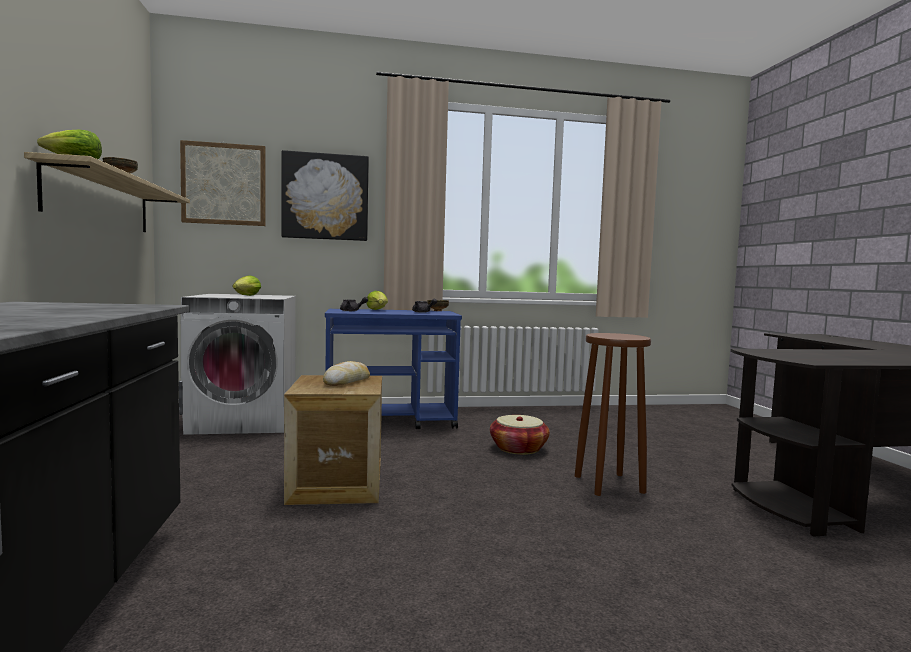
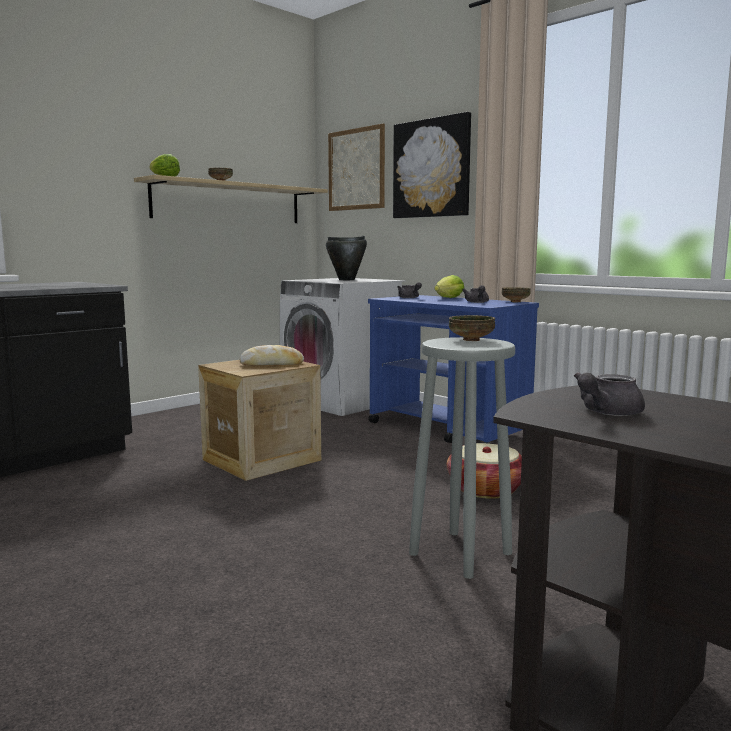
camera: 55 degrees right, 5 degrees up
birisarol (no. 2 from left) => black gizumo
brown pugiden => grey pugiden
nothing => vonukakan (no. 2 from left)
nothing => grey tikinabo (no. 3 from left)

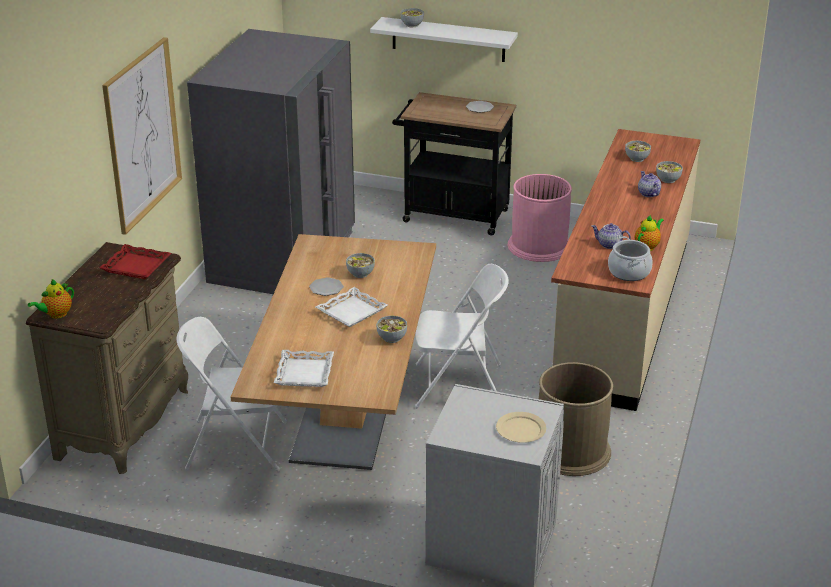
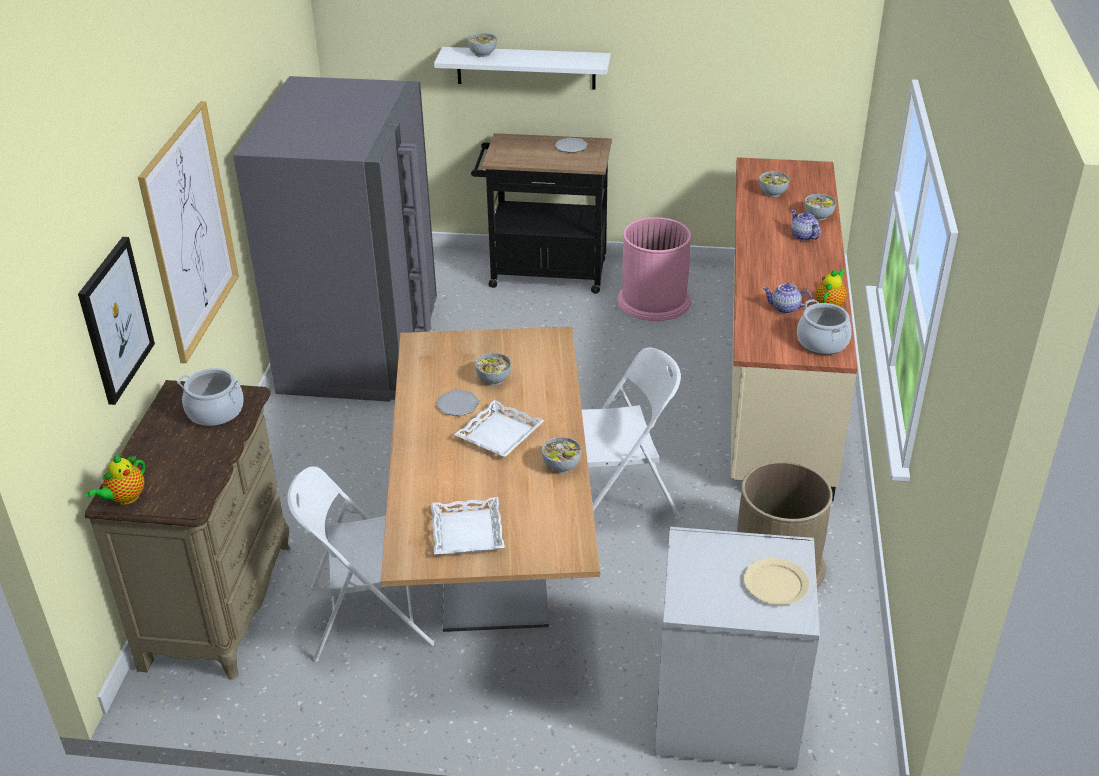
camera: 10 degrees left, 5 degrees up
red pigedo => gizumo (no. 1 from left)
nothing => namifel (no. 1 from left)

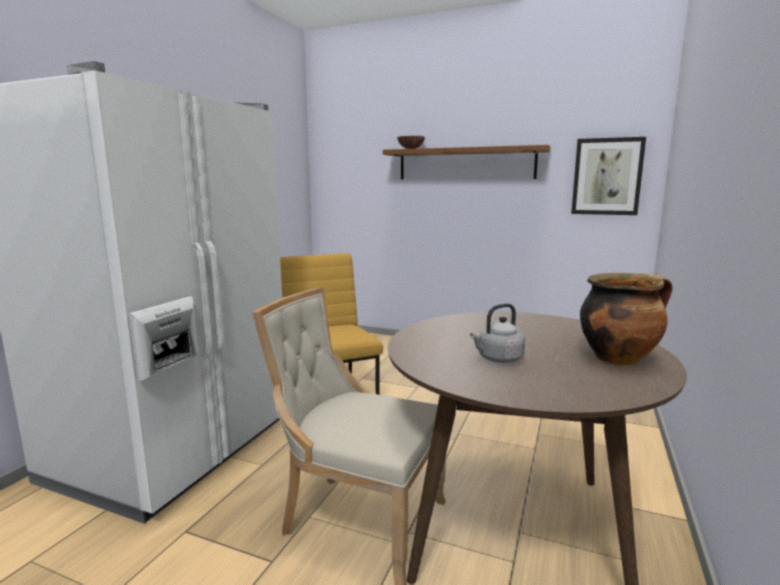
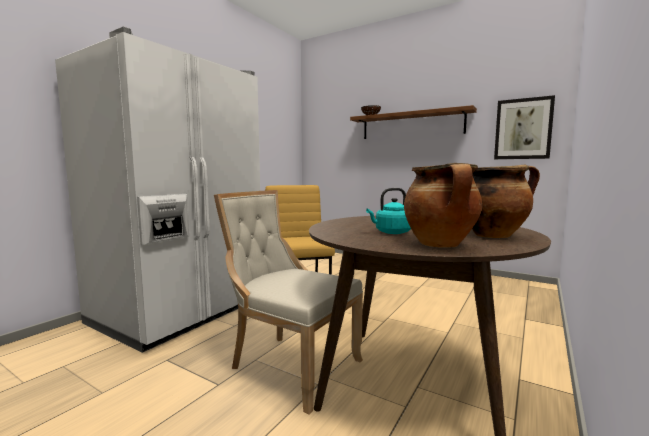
camera: 10 degrees right, 5 degrees down
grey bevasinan => turquoise bevasinan
nothing => gizumo (no. 1 from left)

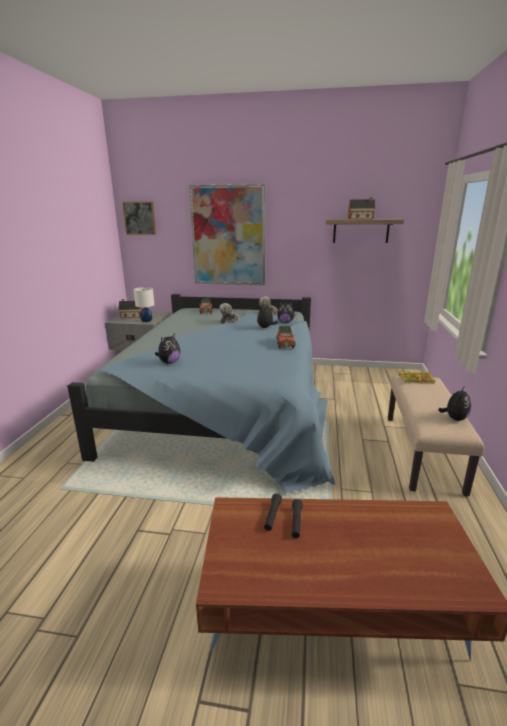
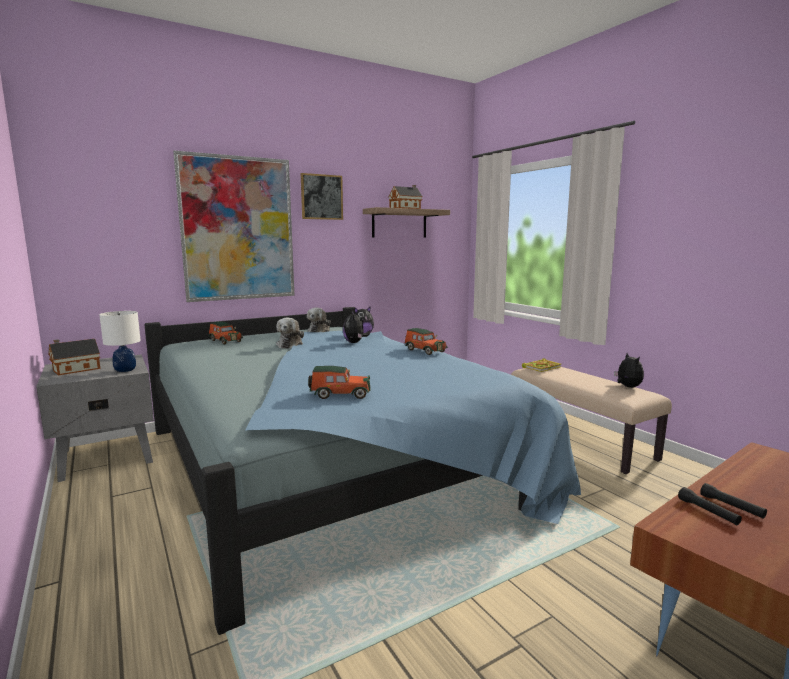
camera: 40 degrees left, 10 degrees down
namifel (no. 1 from left in the first image) => namifel (no. 2 from left), shifted
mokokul (no. 1 from left) => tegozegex (no. 2 from left)

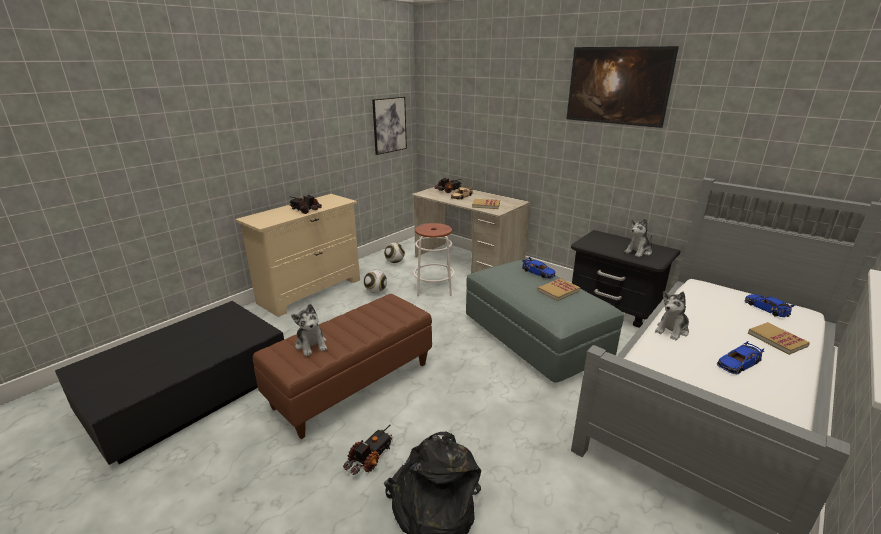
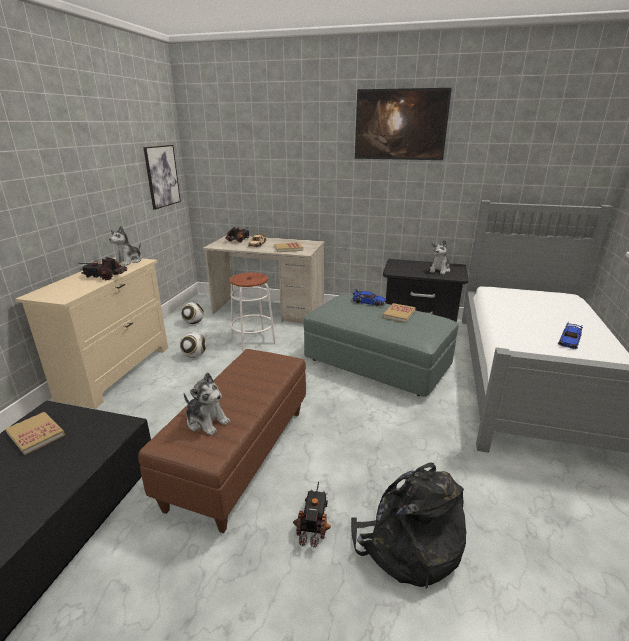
camera: 25 degrees left, 0 degrees up
mokokul (no. 3 from left in the first image) => mokokul (no. 1 from left), shifted
blue tegozegex (no. 3 from left) => nothing
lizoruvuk (no. 3 from left in the first image) => lizoruvuk (no. 1 from left), shifted

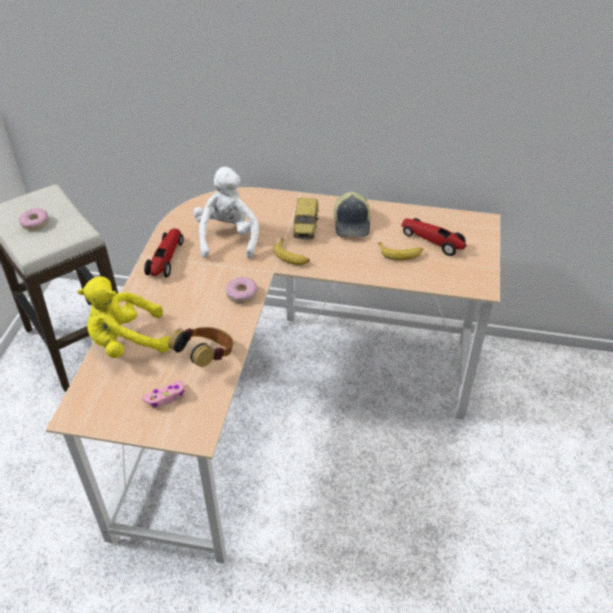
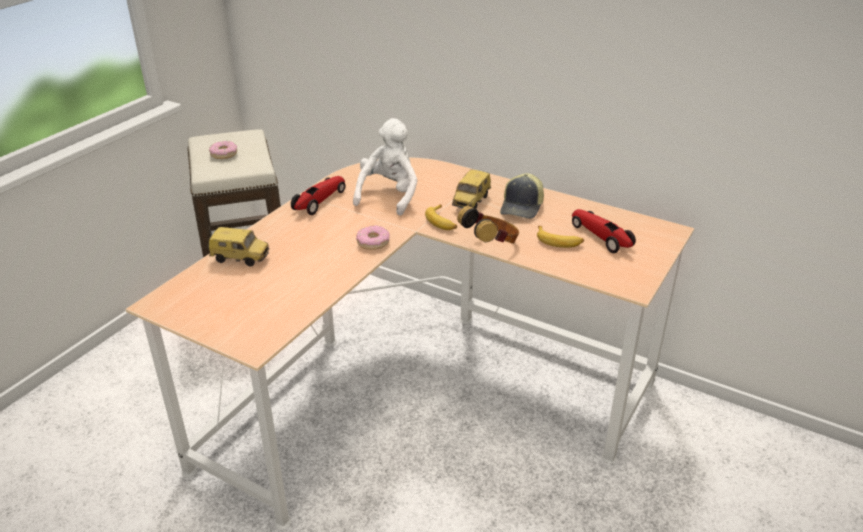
camera: 20 degrees right, 10 degrees down
yellow mokokul => tegozegex (no. 1 from left)
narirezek, shifted
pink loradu => nothing

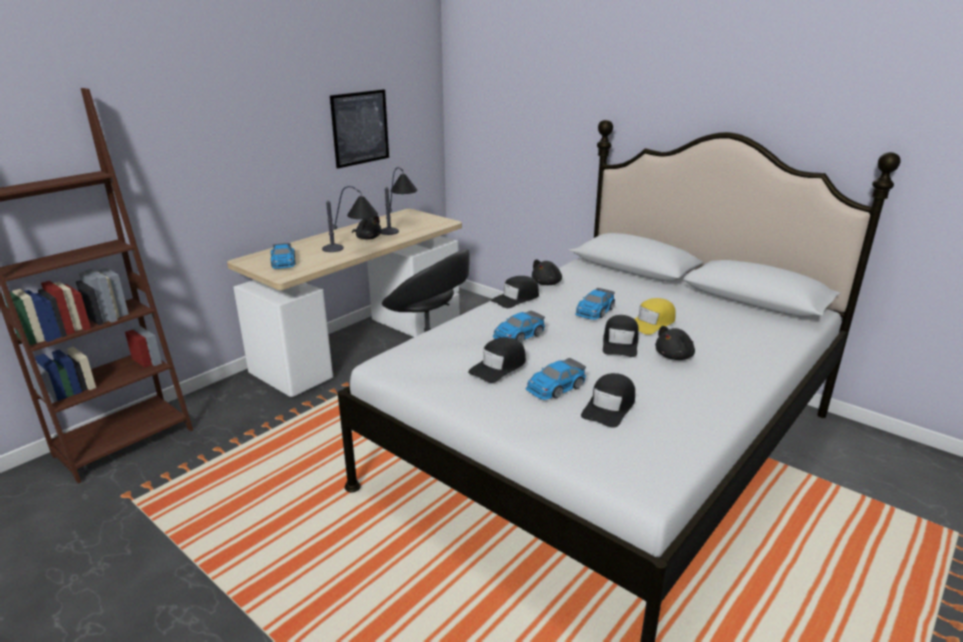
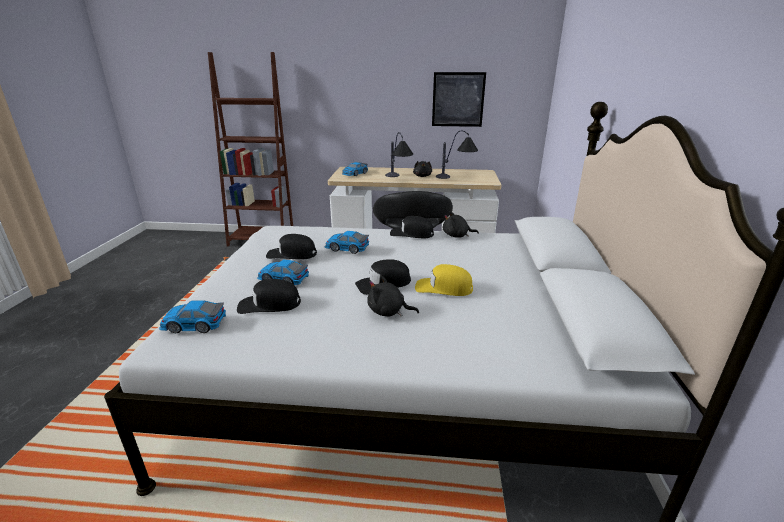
camera: 55 degrees right, 0 degrees up
tegozegex (no. 4 from left in the first image) => tegozegex (no. 1 from left), shifted

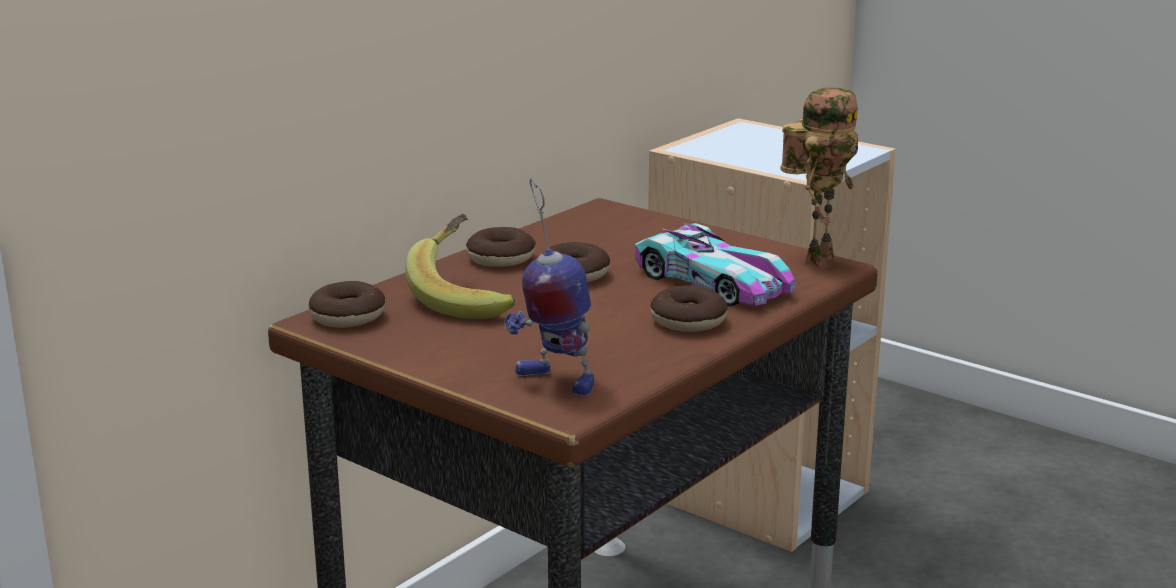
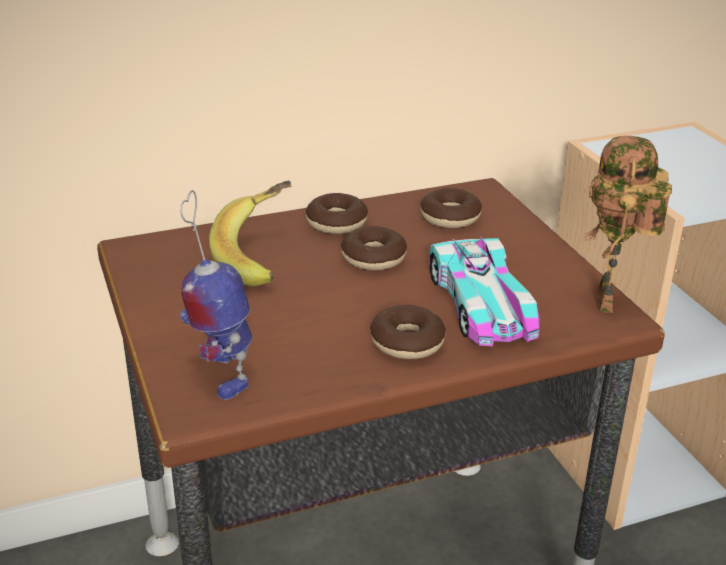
camera: 30 degrees right, 10 degrees up
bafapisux (no. 2 from left), 120 degrees clockwise
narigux (no. 1 from left in the first image) => narigux (no. 4 from left), shifted

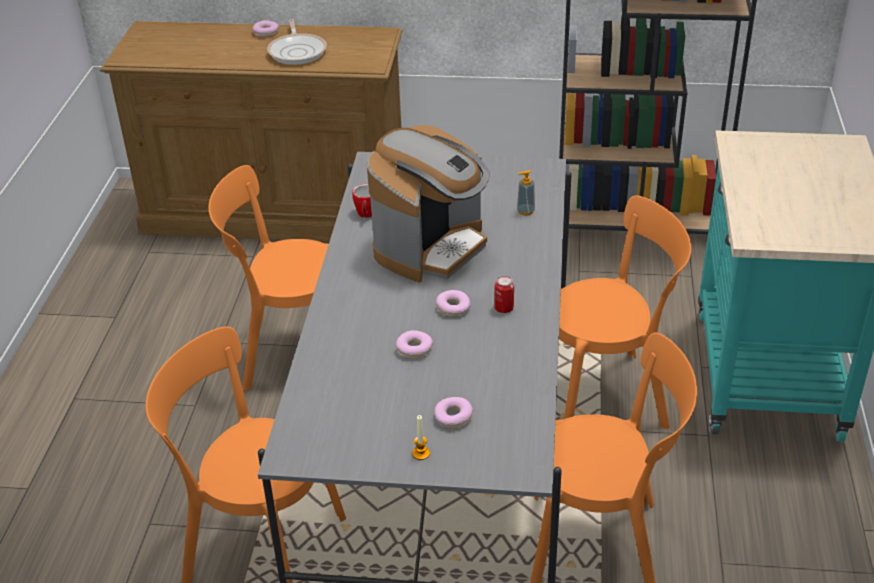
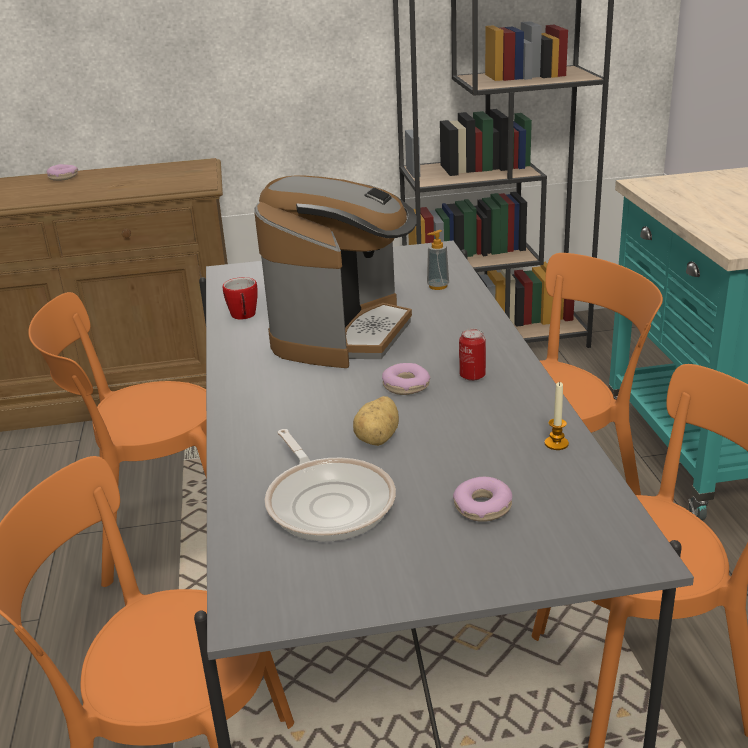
camera: 15 degrees left, 10 degrees down
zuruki, shifted
narigux (no. 2 from left) => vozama
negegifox, shifted

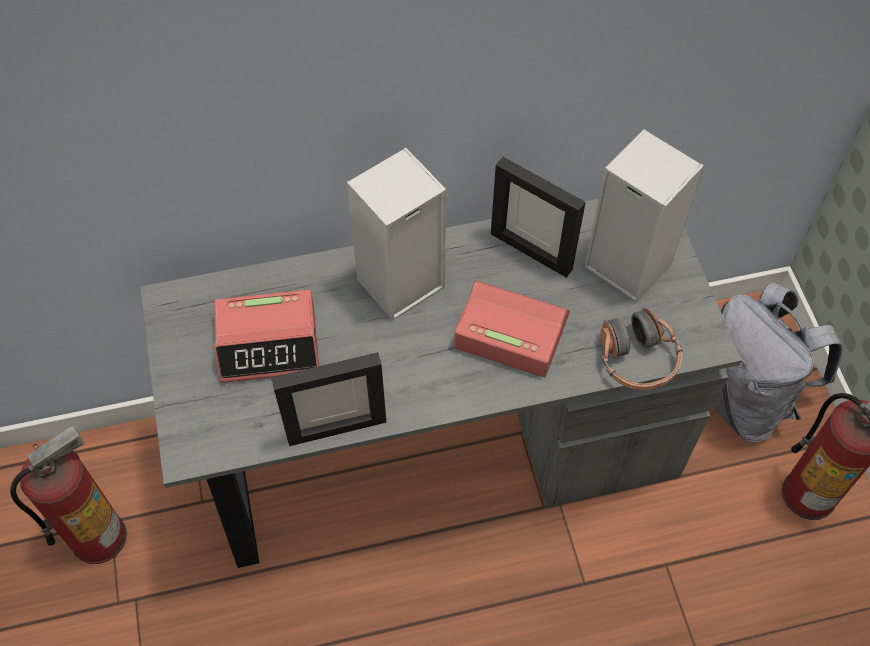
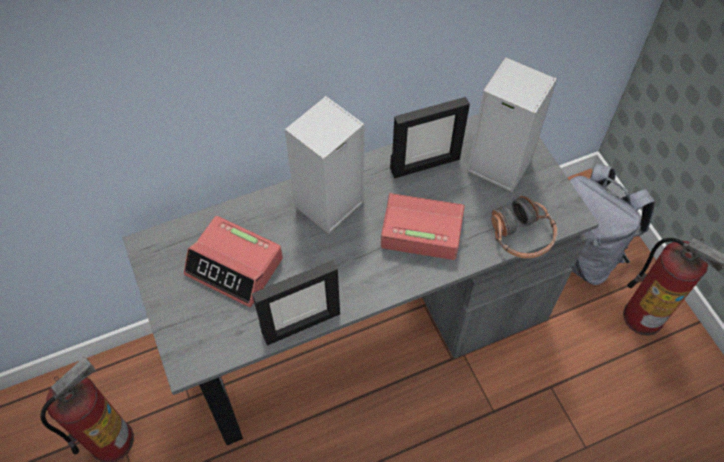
camera: 10 degrees left, 0 degrees up
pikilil (no. 2 from left), 45 degrees counterclockwise
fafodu (no. 1 from left), 45 degrees clockwise

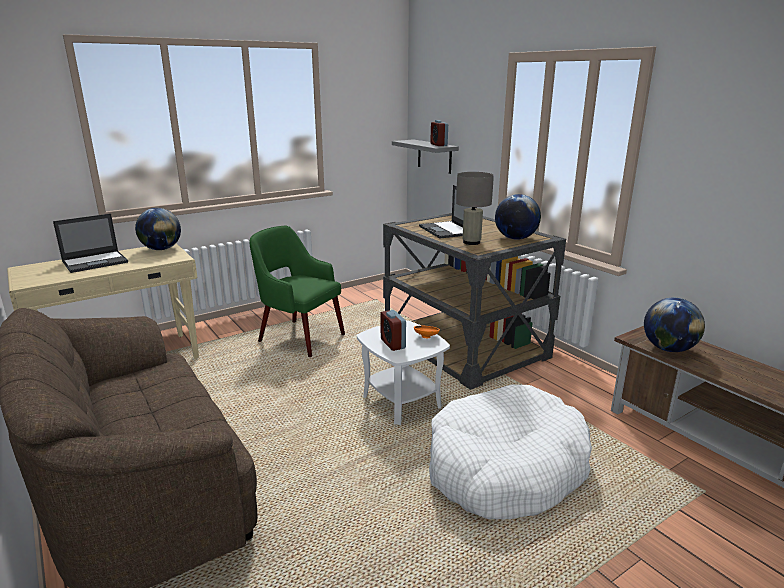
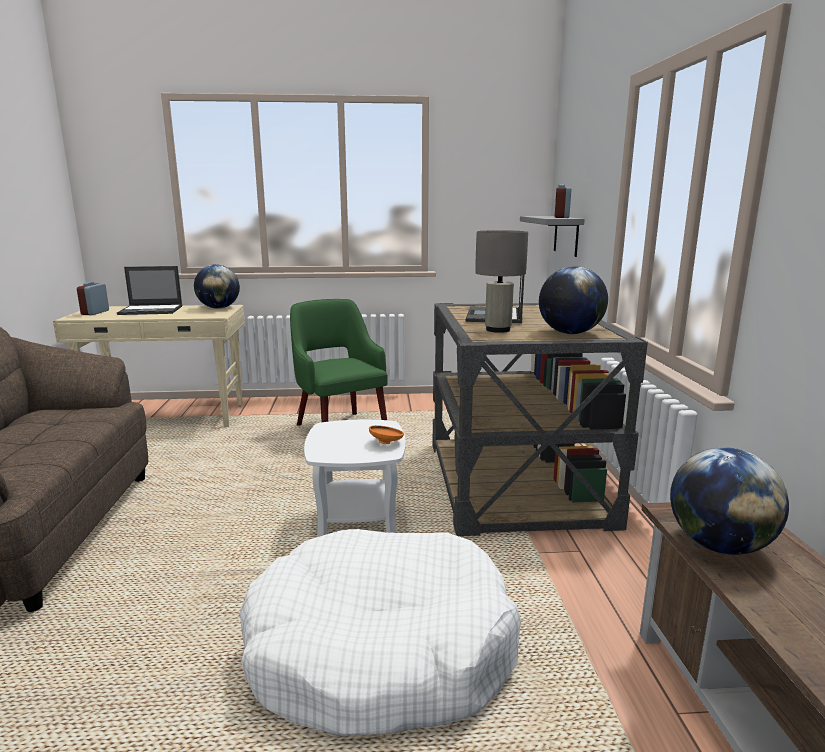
camera: 30 degrees right, 5 degrees down
fafodu (no. 1 from left), shifted

